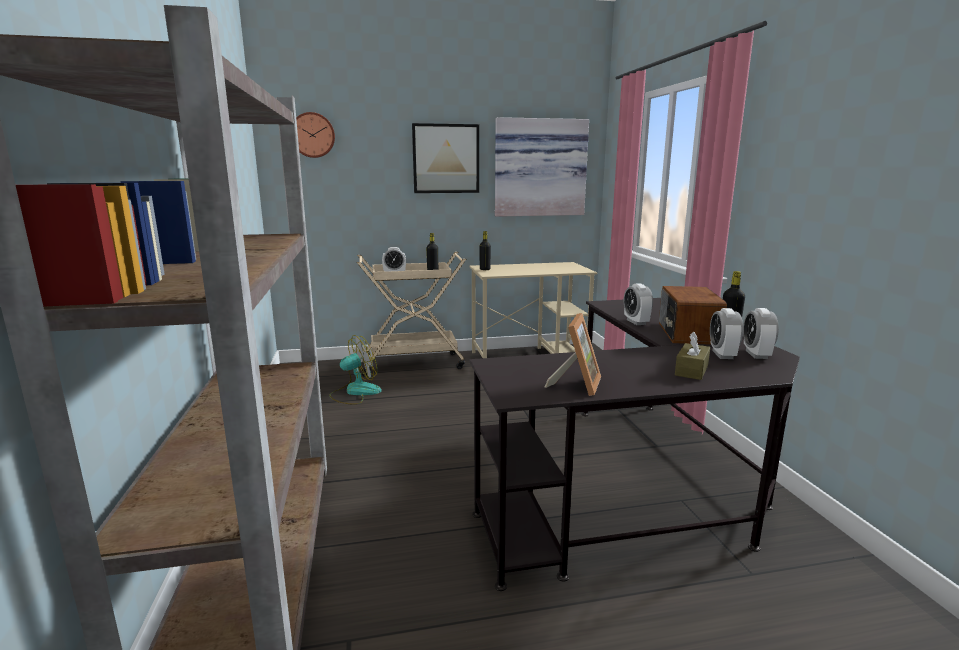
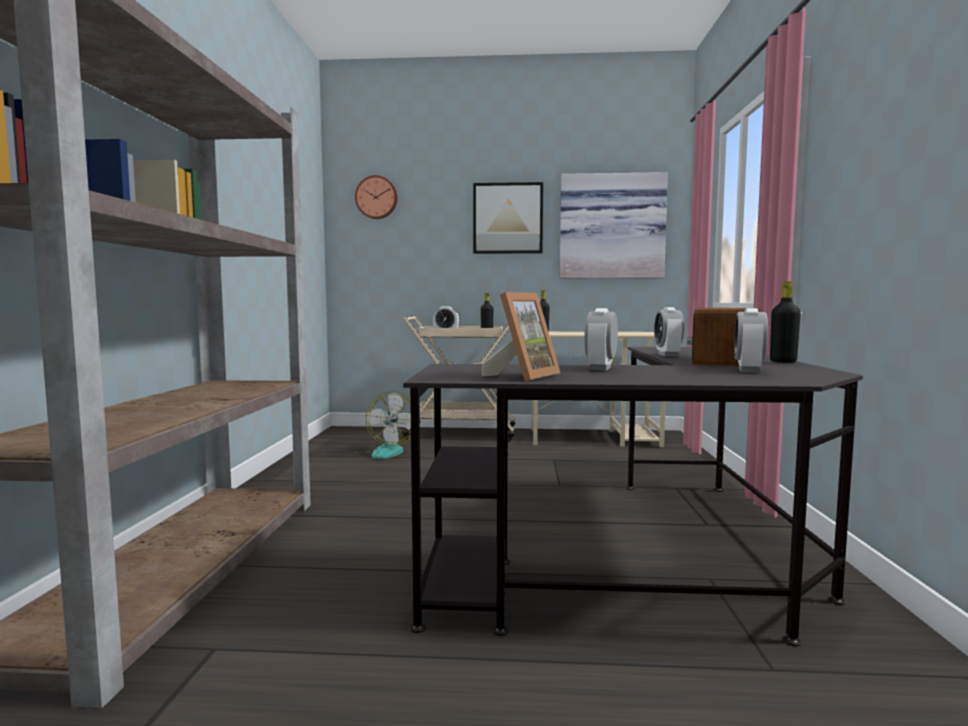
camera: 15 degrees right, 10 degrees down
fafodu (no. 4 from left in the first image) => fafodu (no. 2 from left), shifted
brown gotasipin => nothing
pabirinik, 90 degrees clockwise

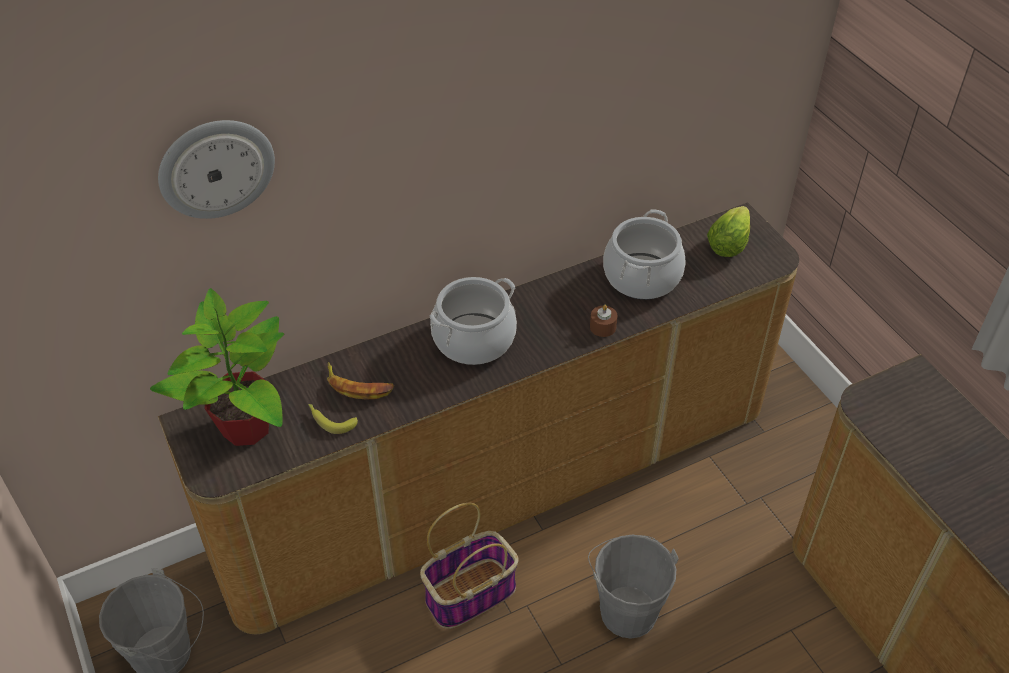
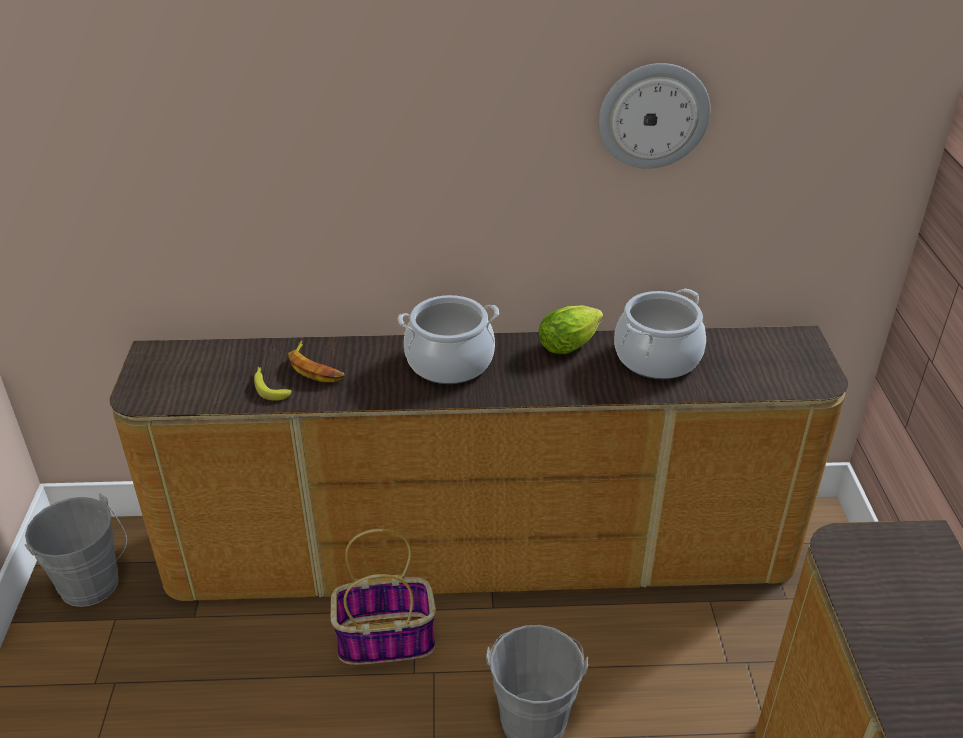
camera: 25 degrees right, 10 degrees down
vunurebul, shifted
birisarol, shifted
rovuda => nothing
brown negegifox => nothing

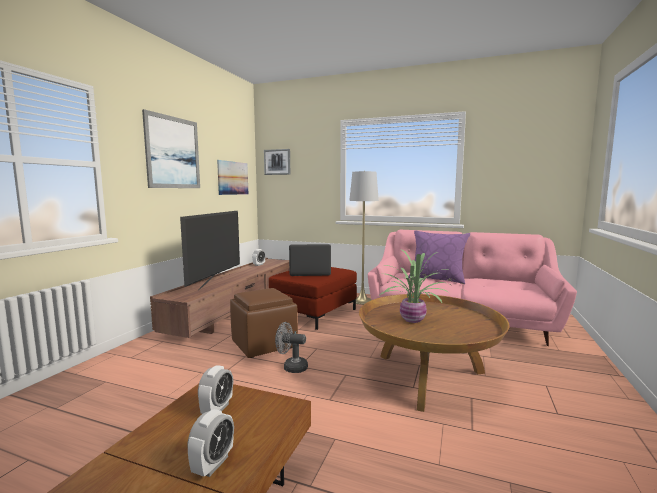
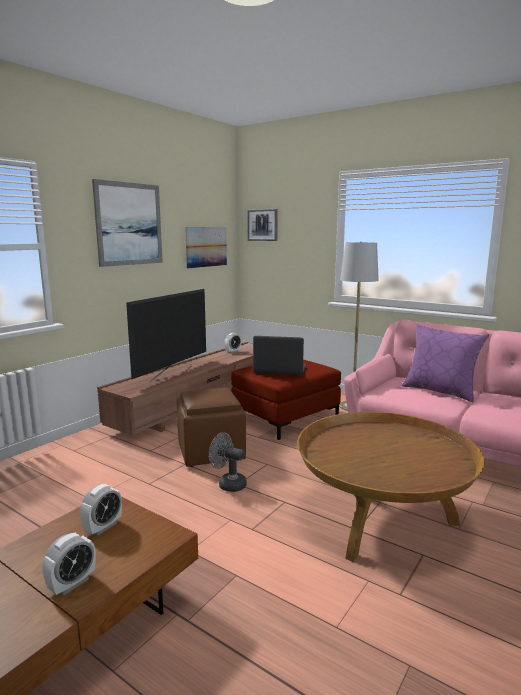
camera: 15 degrees right, 5 degrees up
rovuda => nothing

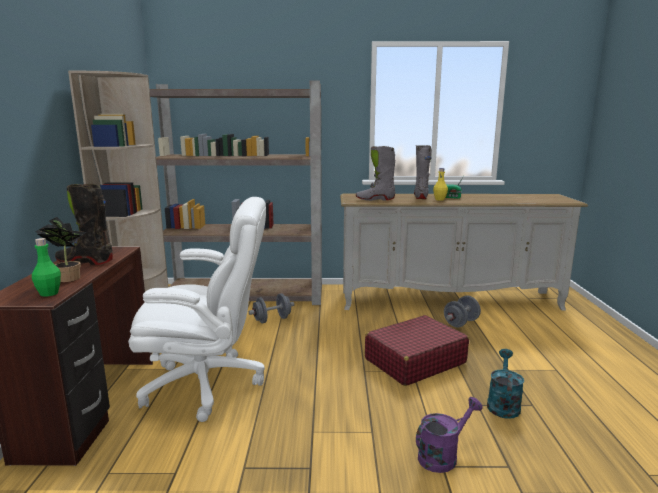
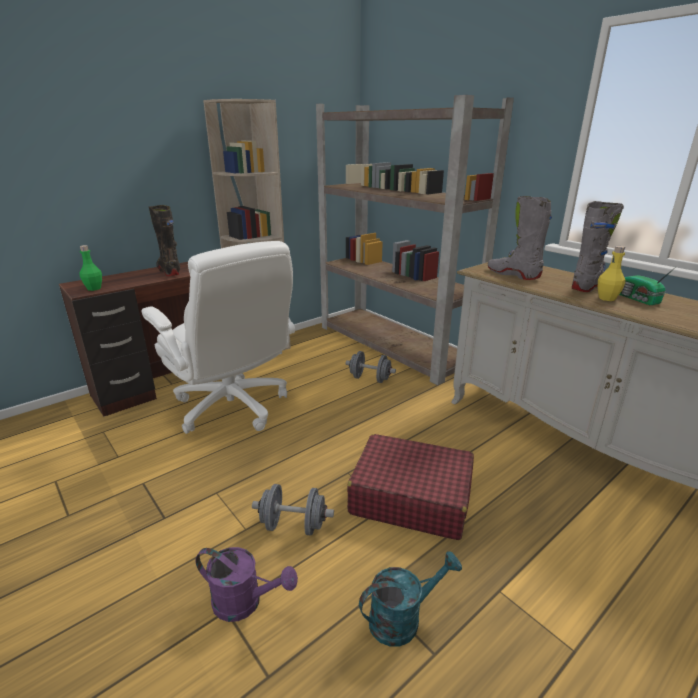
camera: 50 degrees right, 10 degrees up
rovuda => nothing
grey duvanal (no. 2 from left in the first image) => grey duvanal (no. 1 from left), shifted

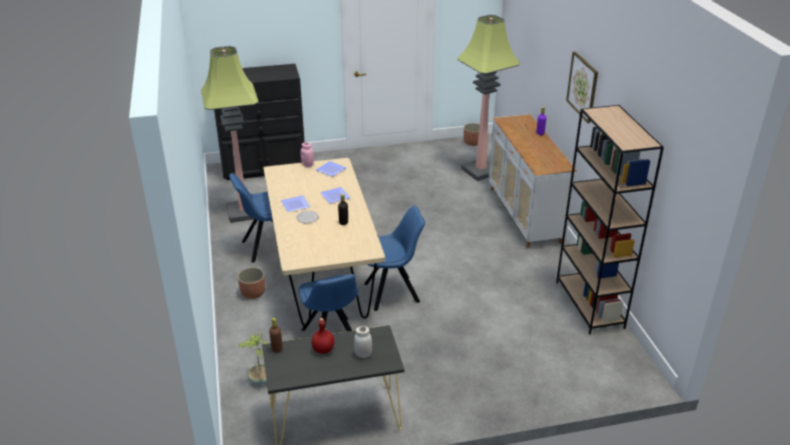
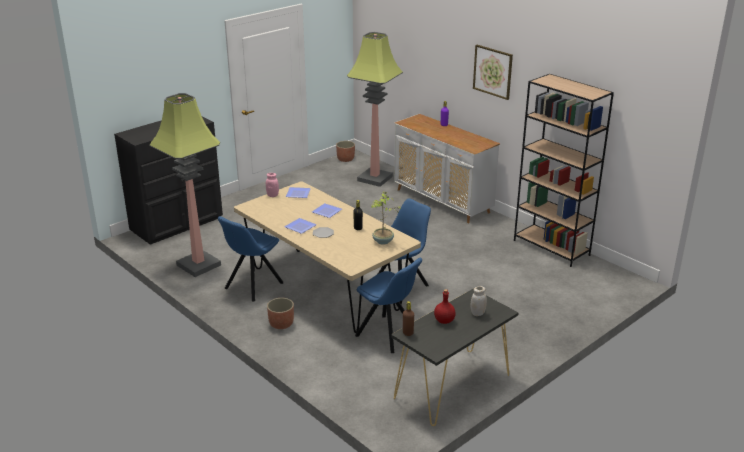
camera: 30 degrees left, 5 degrees down
rovuda, shifted

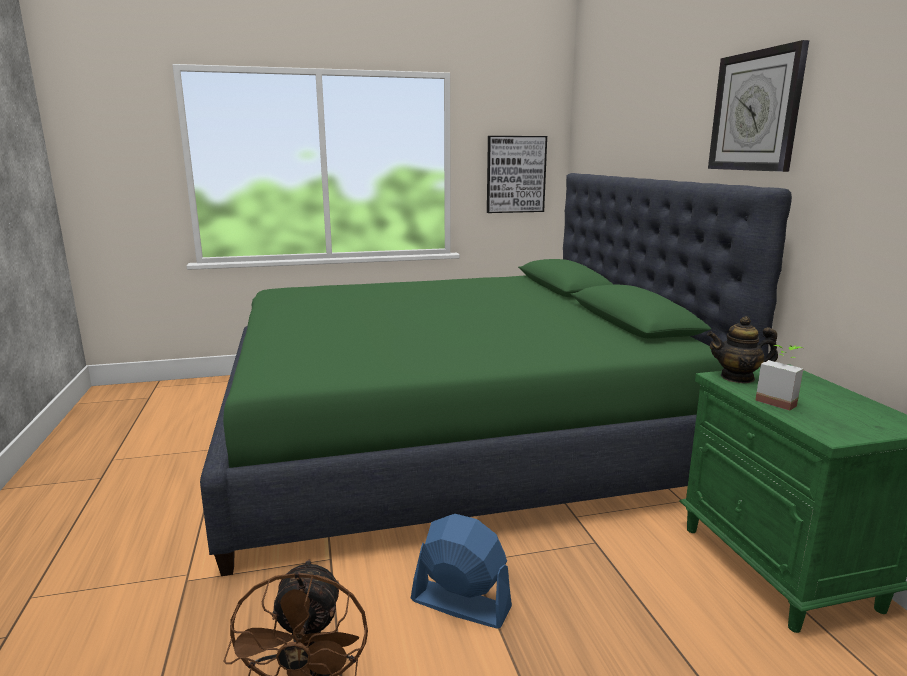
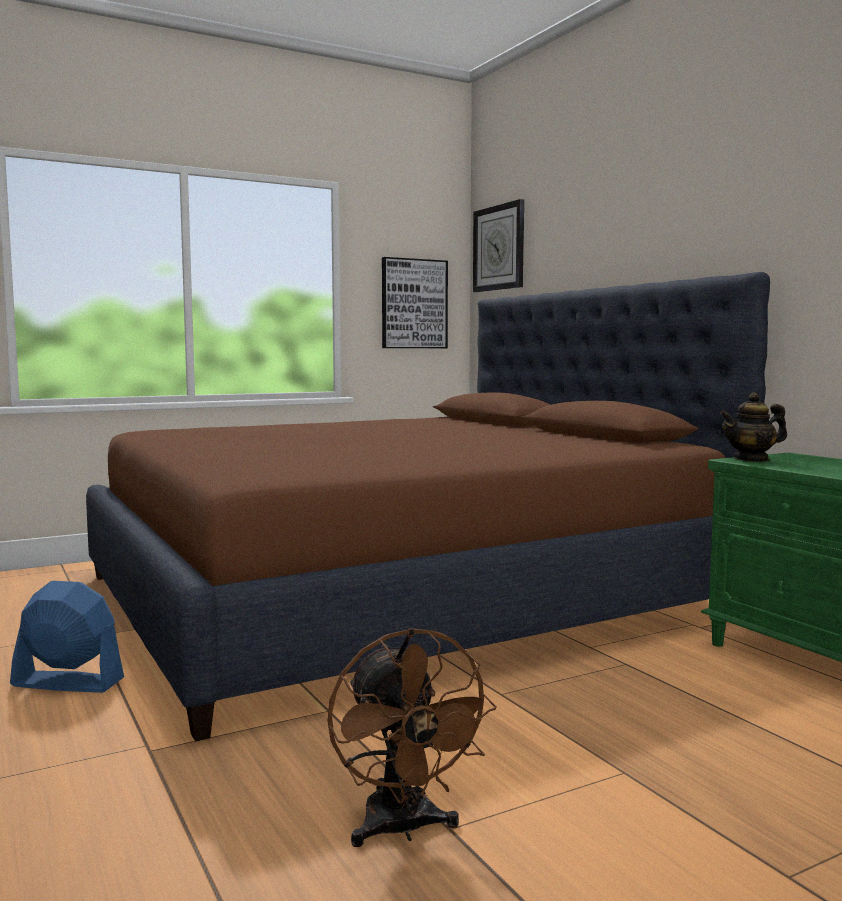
camera: 15 degrees left, 10 degrees down
vunurebul, shifted
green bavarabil => brown bavarabil
rovuda => nothing
blue pabirinik, shifted

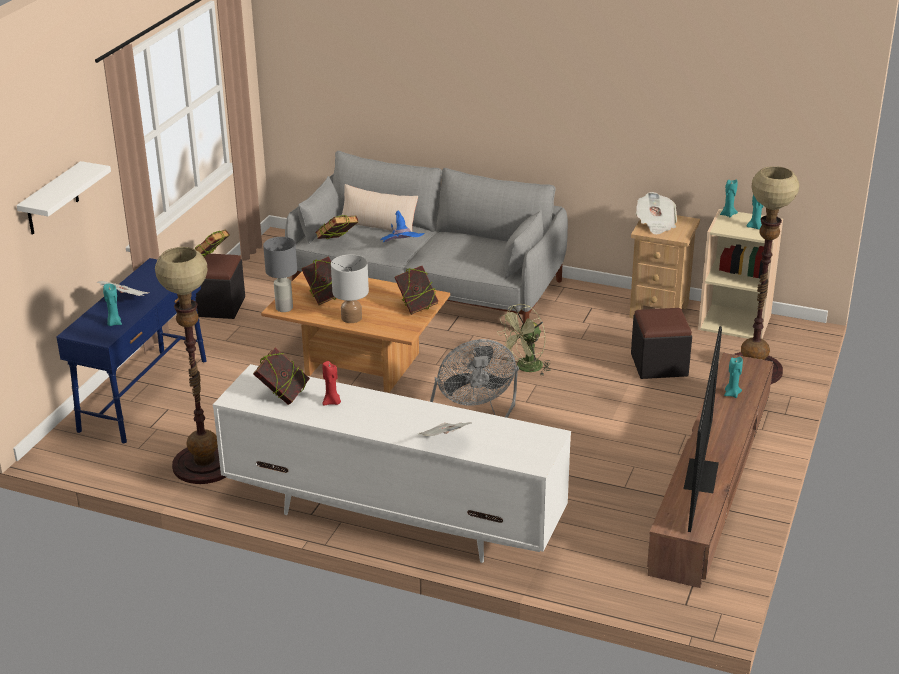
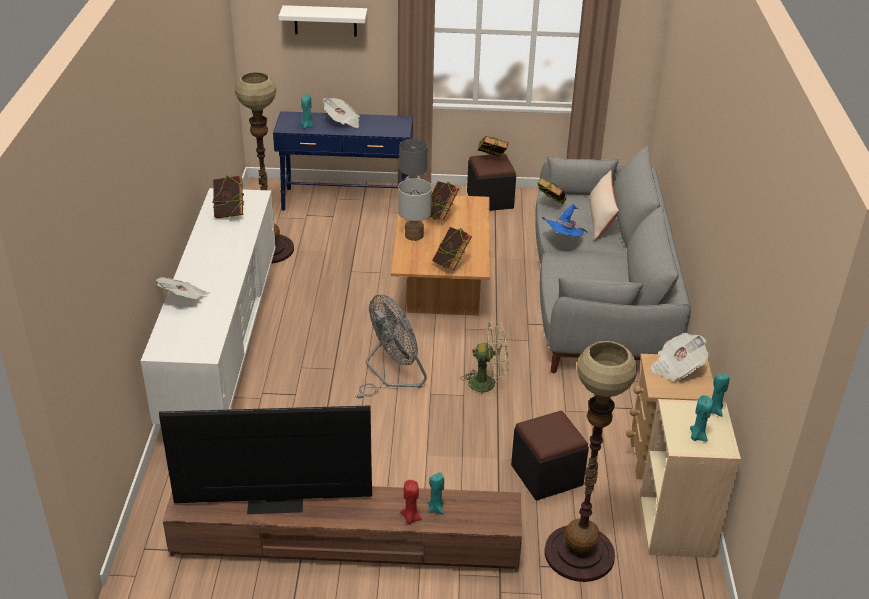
camera: 70 degrees right, 5 degrees up
green pabirinik, 150 degrees clockwise
red negegifox, shifted

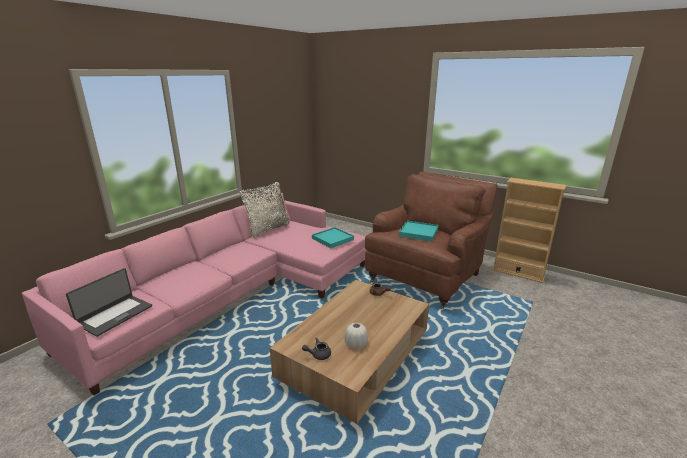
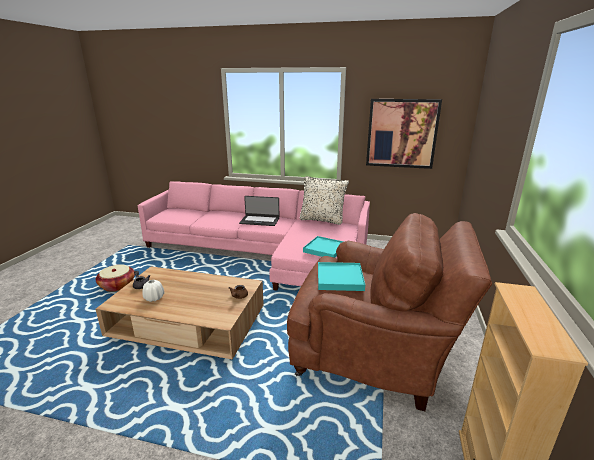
camera: 70 degrees right, 0 degrees up
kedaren, shifted
nothing => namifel
nothing => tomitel

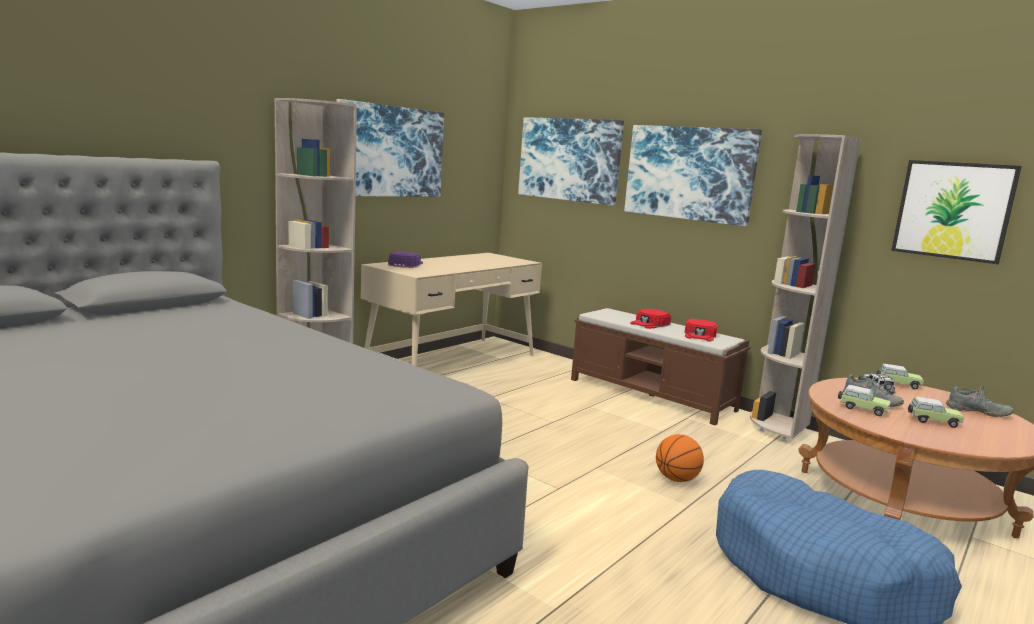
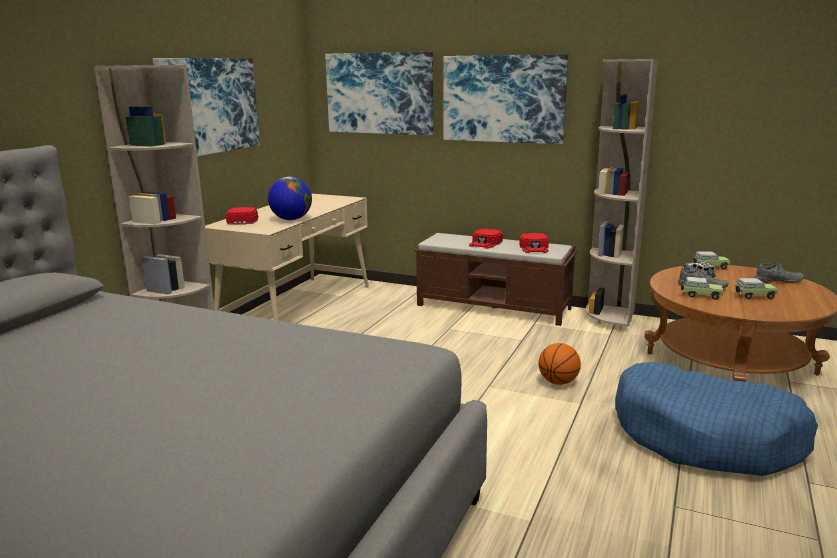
camera: 15 degrees left, 5 degrees up
namifel (no. 4 from left) => nothing
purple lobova => red lobova (no. 1 from left)
nothing => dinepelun

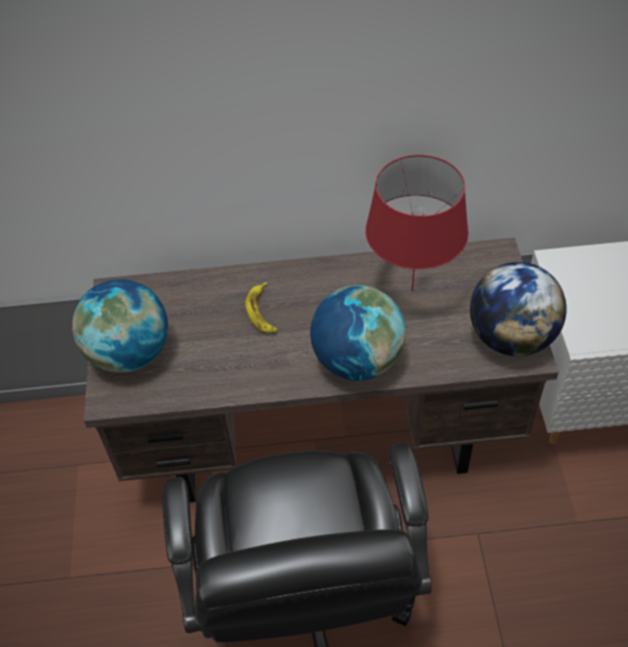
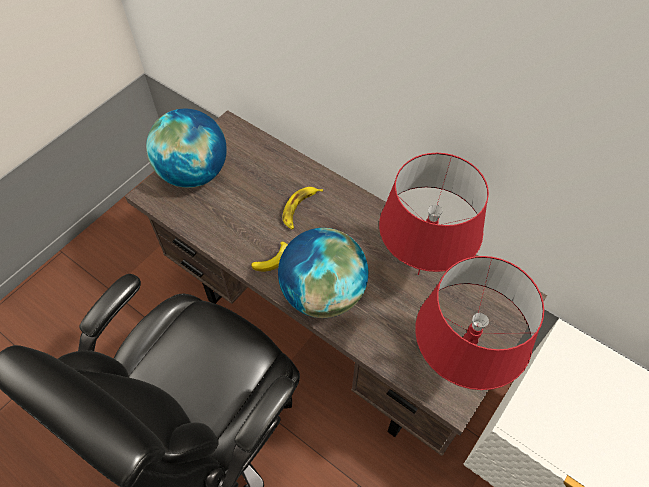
camera: 40 degrees right, 5 degrees up
dinepelun (no. 3 from left) => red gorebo (no. 2 from left)
nothing => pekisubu (no. 1 from left)

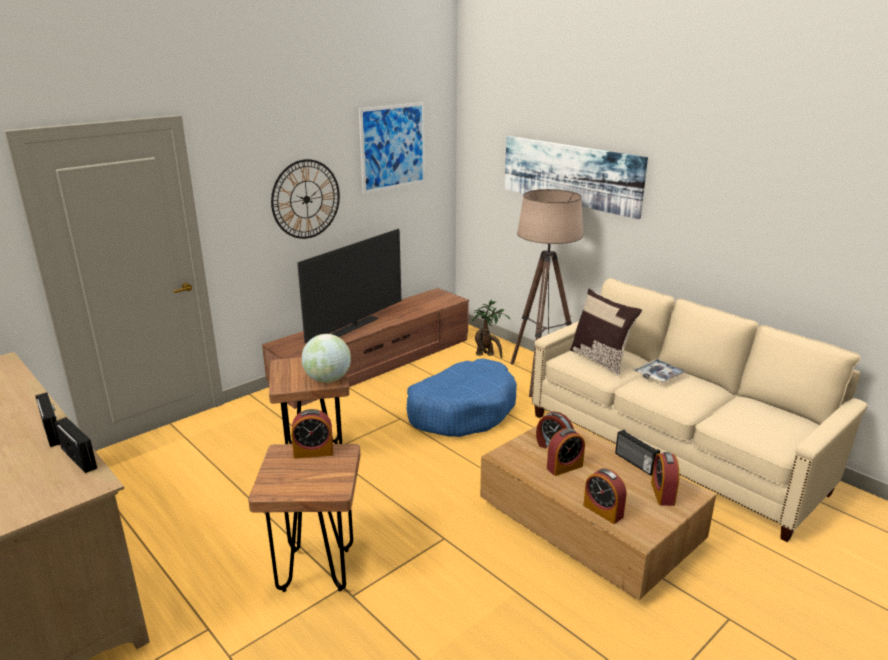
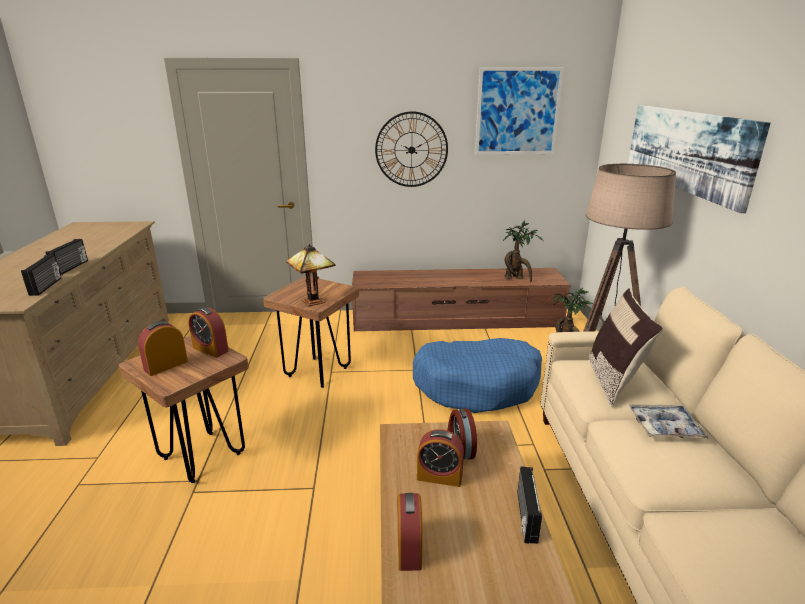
camera: 40 degrees right, 0 degrees up
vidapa => nothing
dinepelun => gorebo
fafodu (no. 5 from left in the first image) => fafodu (no. 1 from left), shifted
nothing => rovuda (no. 1 from left)

